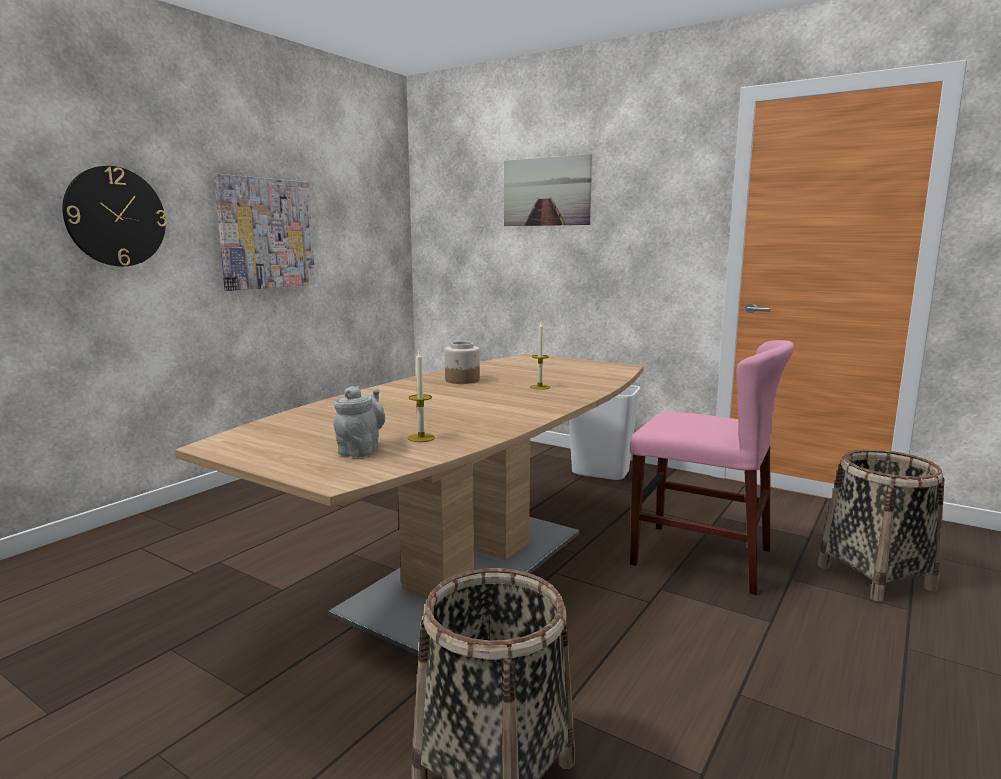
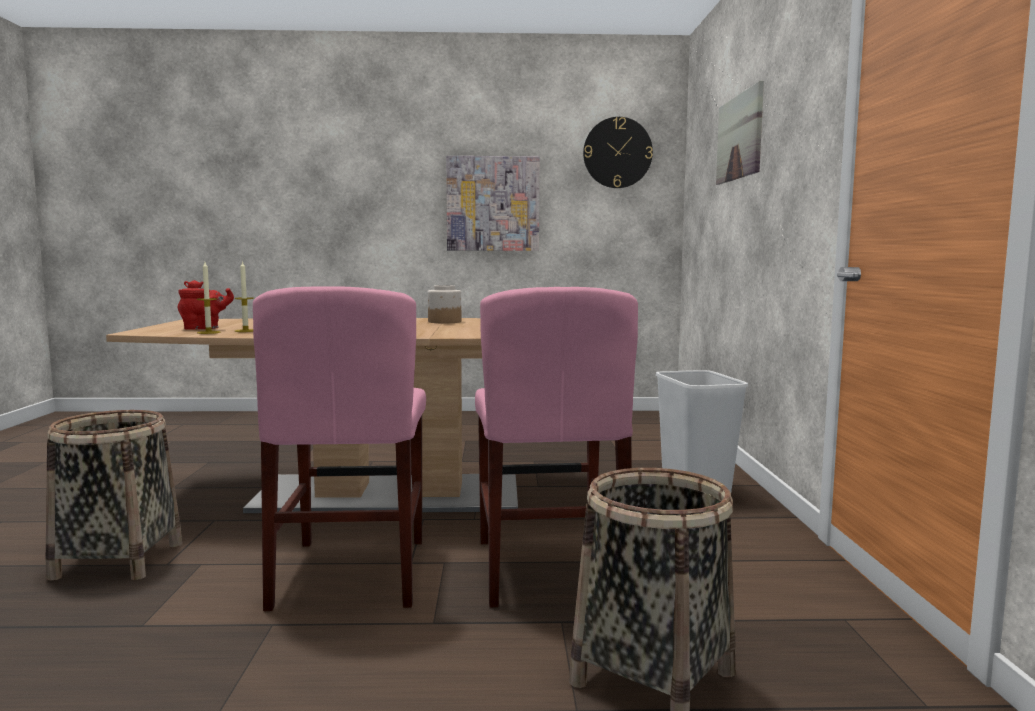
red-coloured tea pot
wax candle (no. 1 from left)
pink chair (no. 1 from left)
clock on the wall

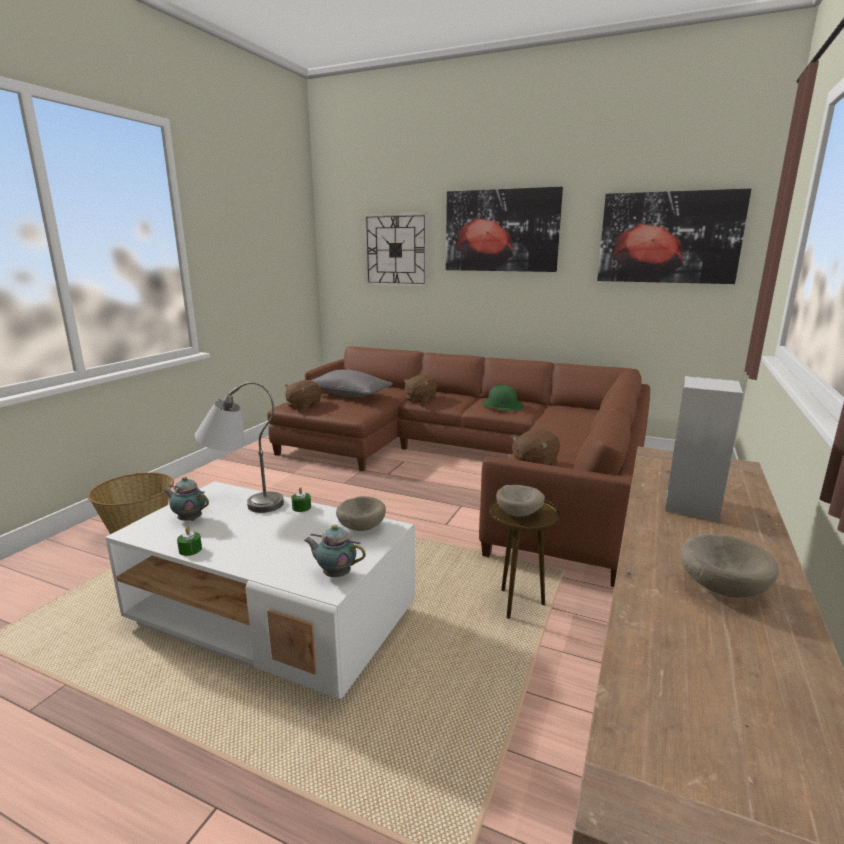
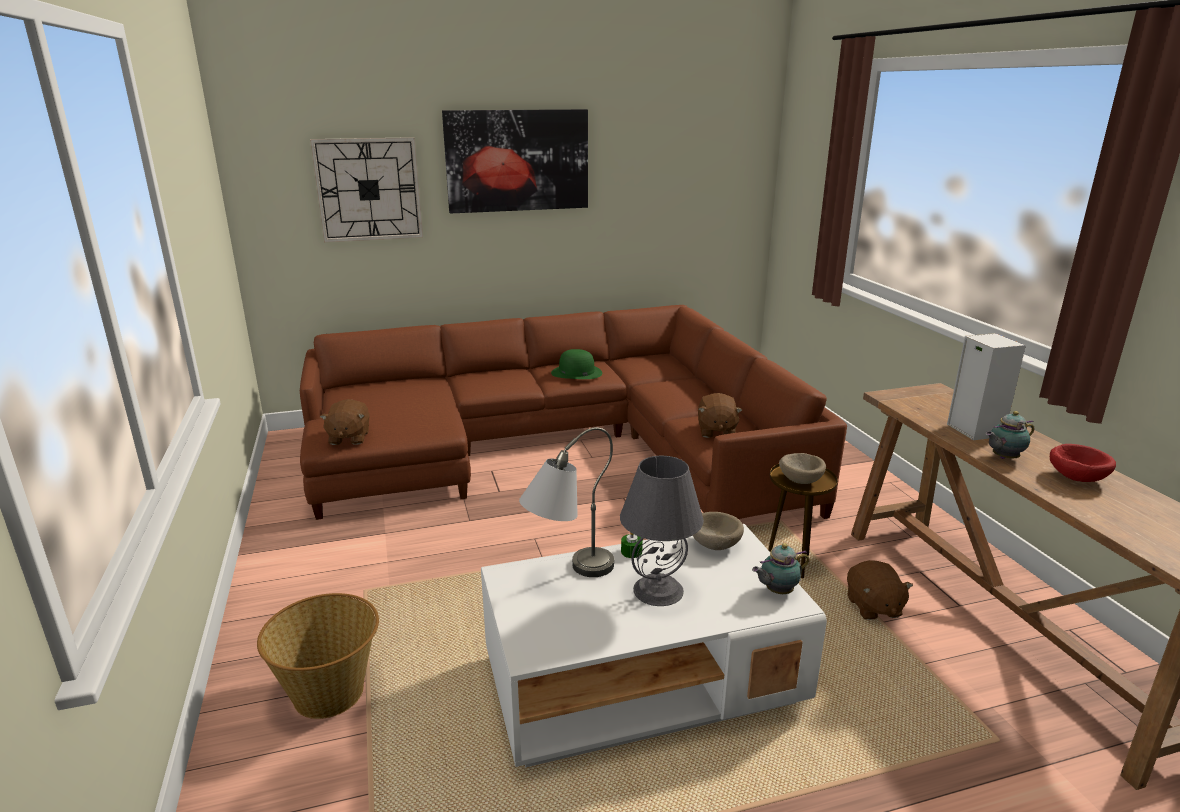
grey tabletop lamp (no. 2 from left)
brownish plush toy (no. 3 from left)
tea pot (no. 2 from left)
red-coloured serving bowl
greenish wax candle (no. 1 from left in the first image)
grey throw pillow
wall picture (no. 2 from left in the first image)

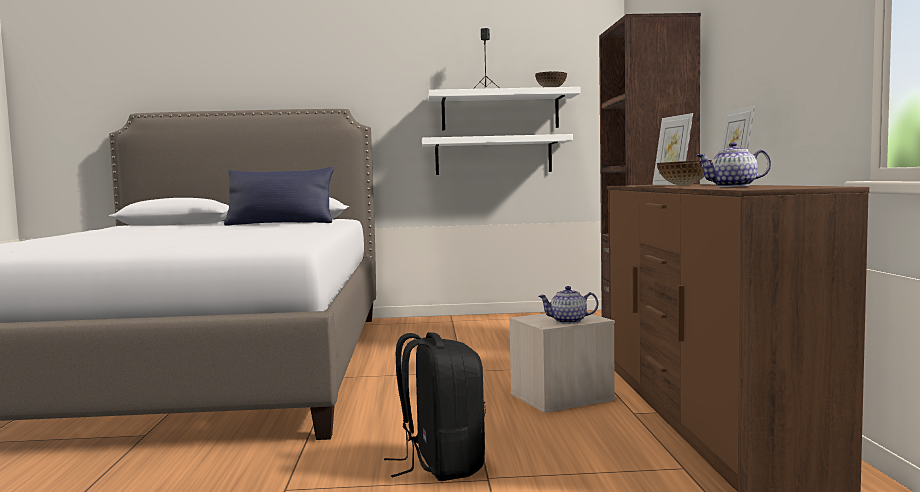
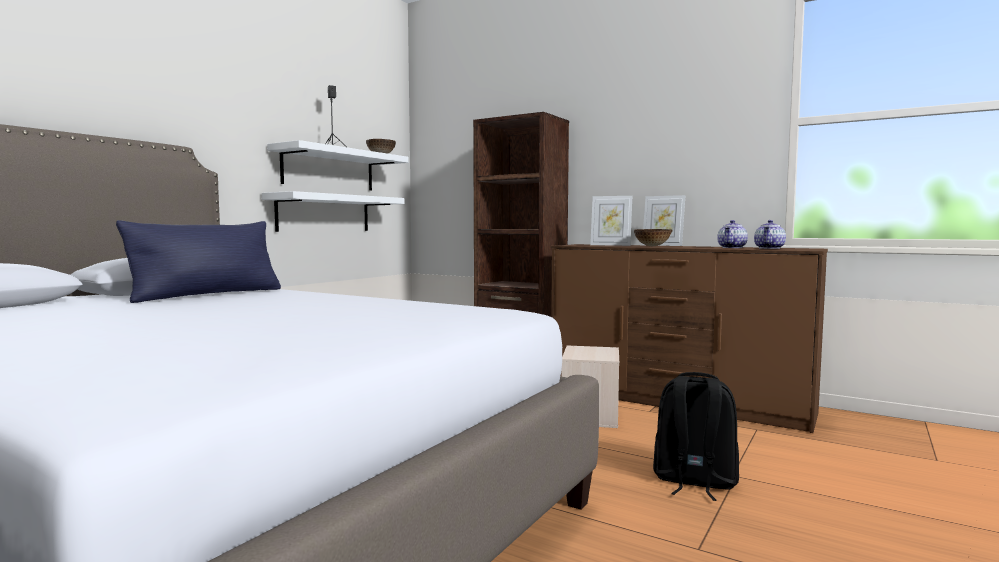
tea pot (no. 2 from left)

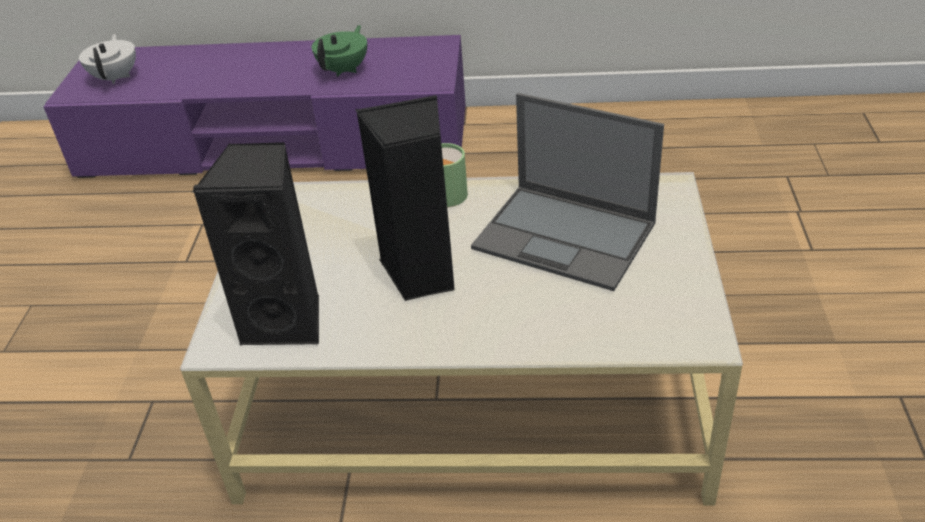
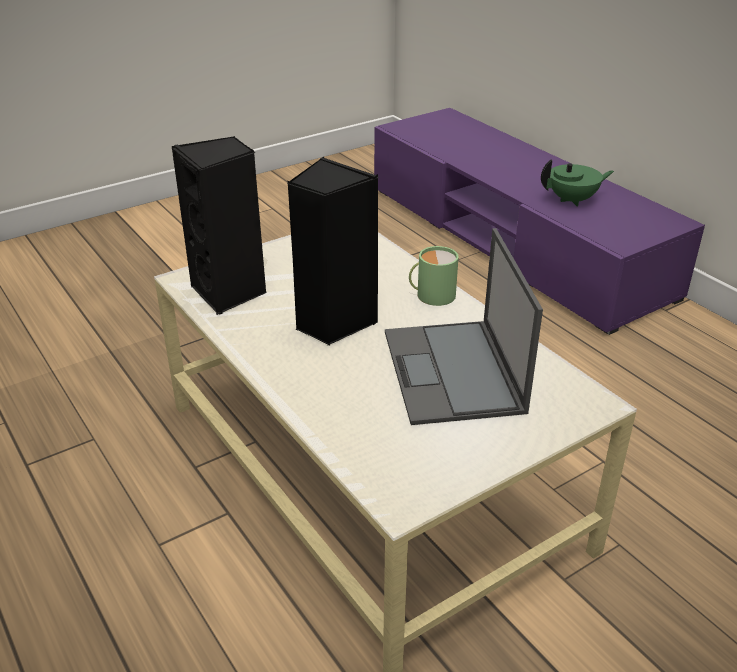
white-coloured tea pot

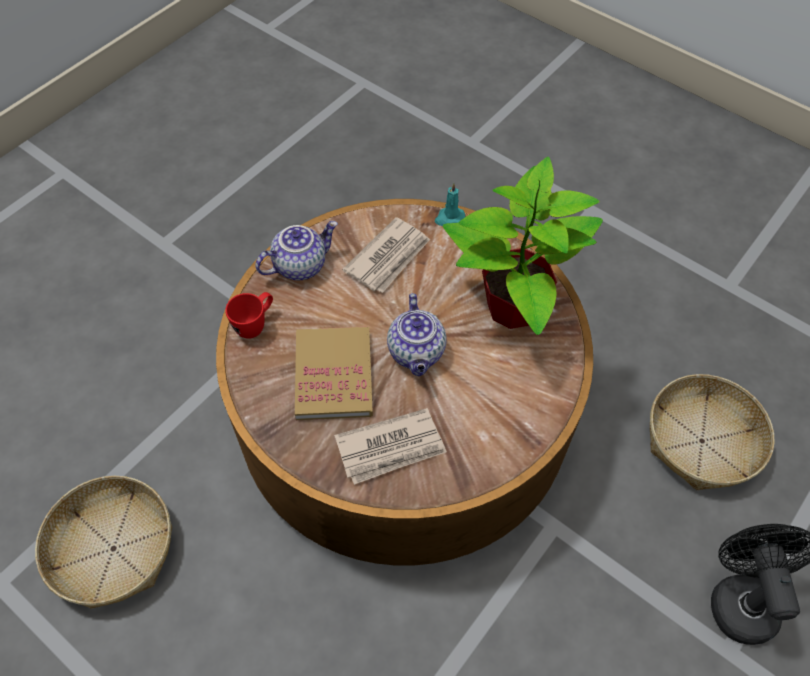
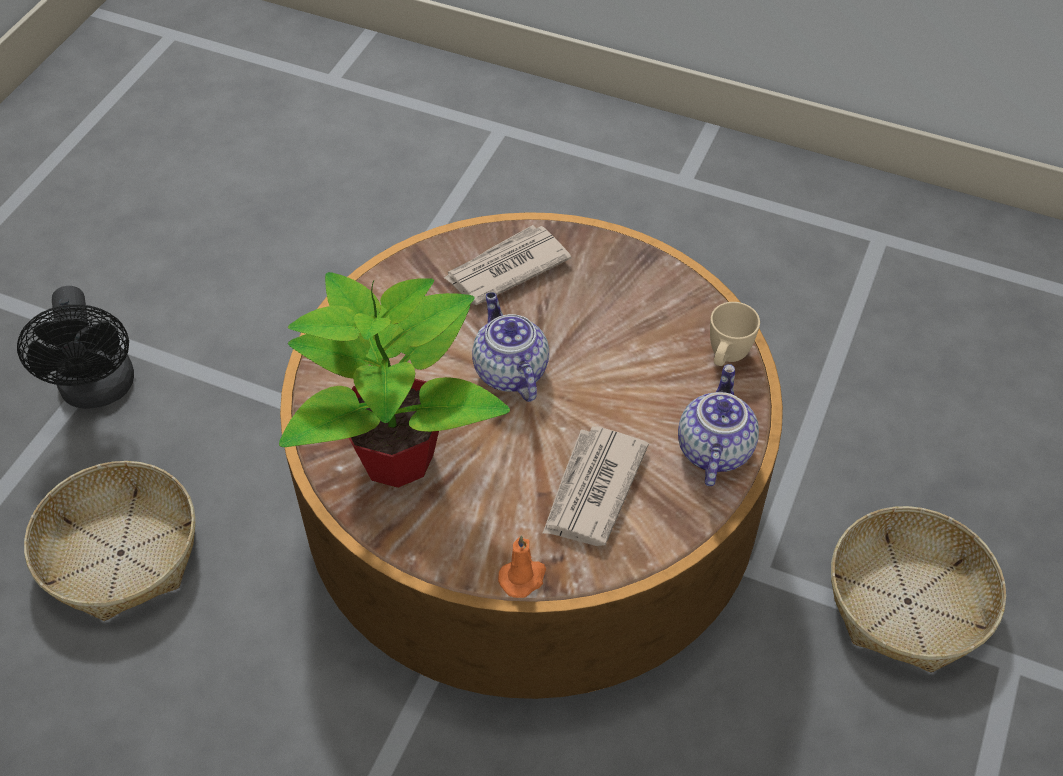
orange wax candle
tea pot (no. 2 from left)
beige-coloured mug
storage basket (no. 2 from left)
bound book

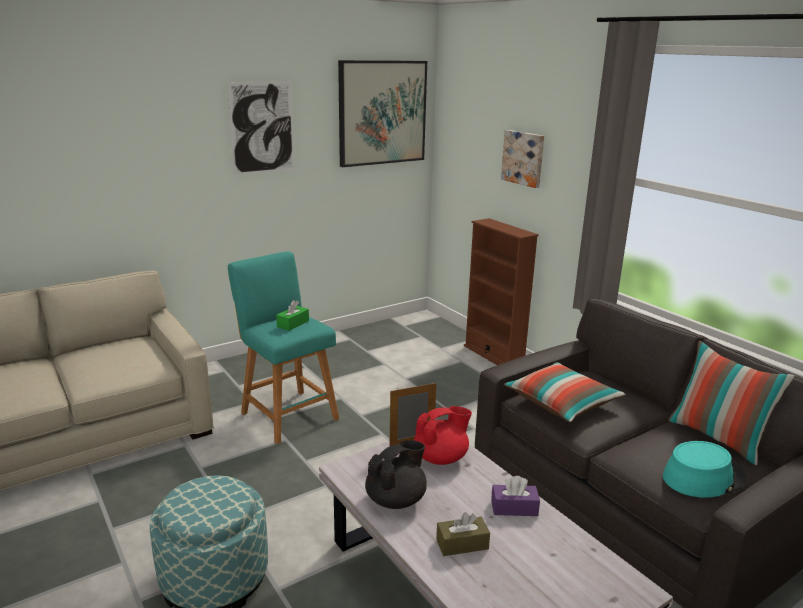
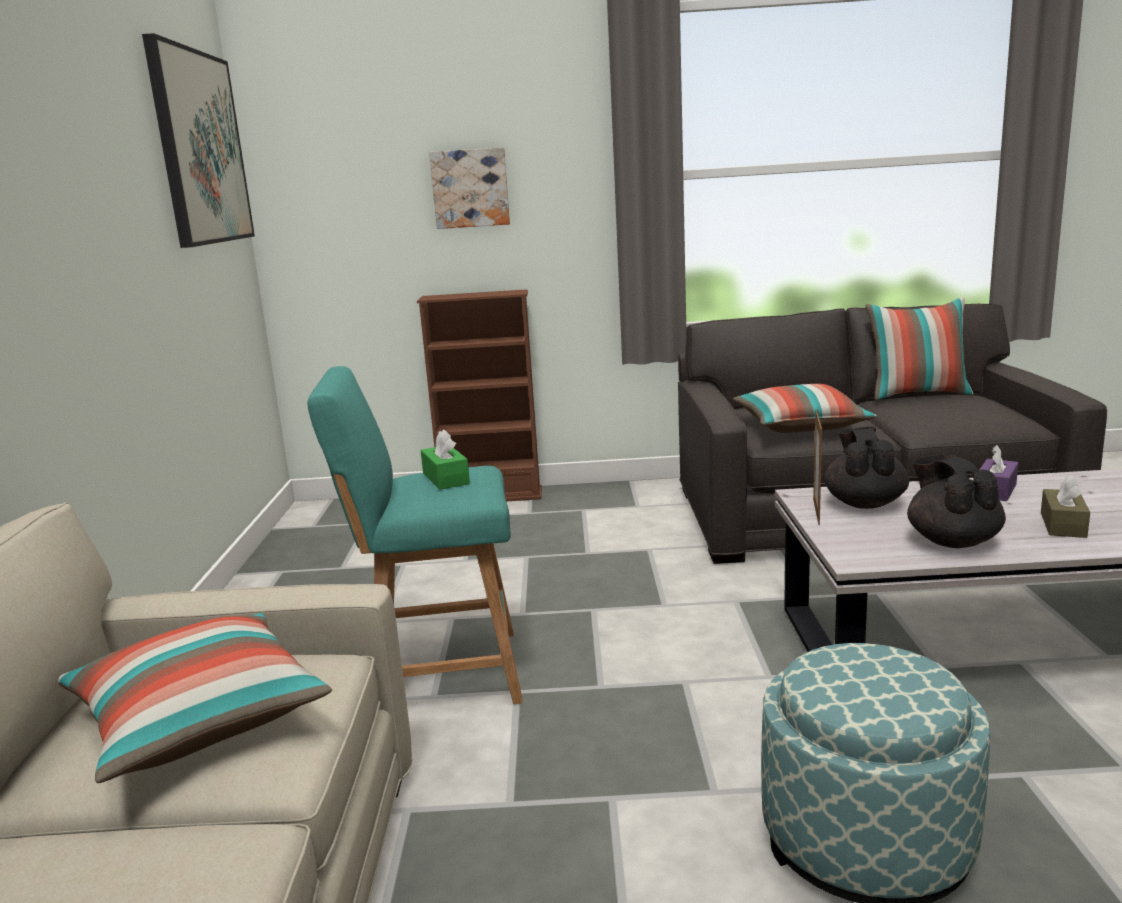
throw pillow (no. 1 from left)
black-coloured tea pot (no. 1 from left)
wall picture (no. 1 from left in the first image)
turquoise hat

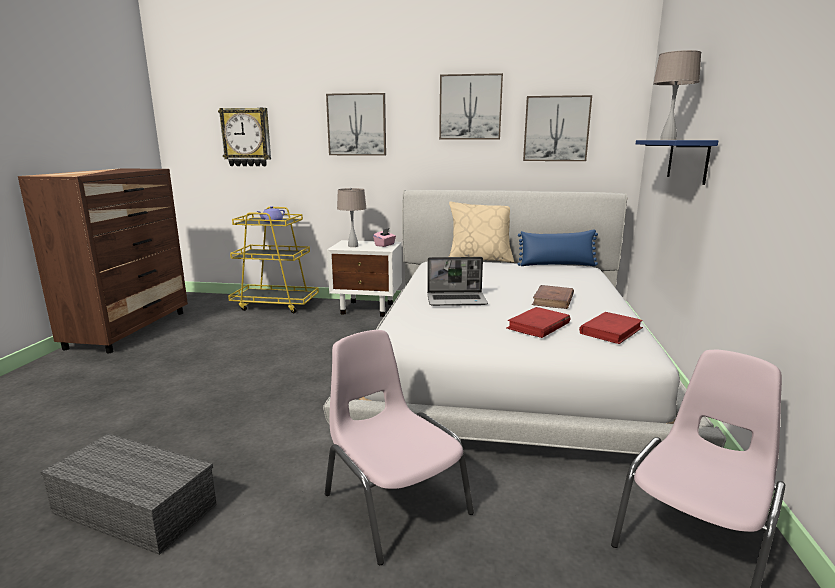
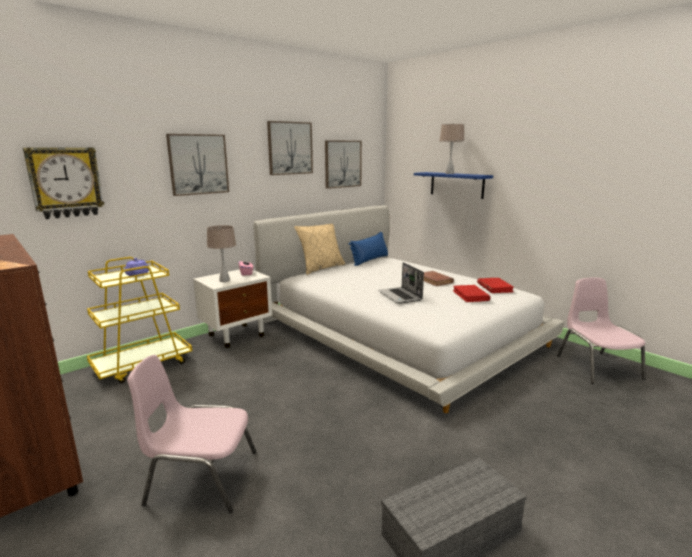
pink chair (no. 1 from left)
portable computer

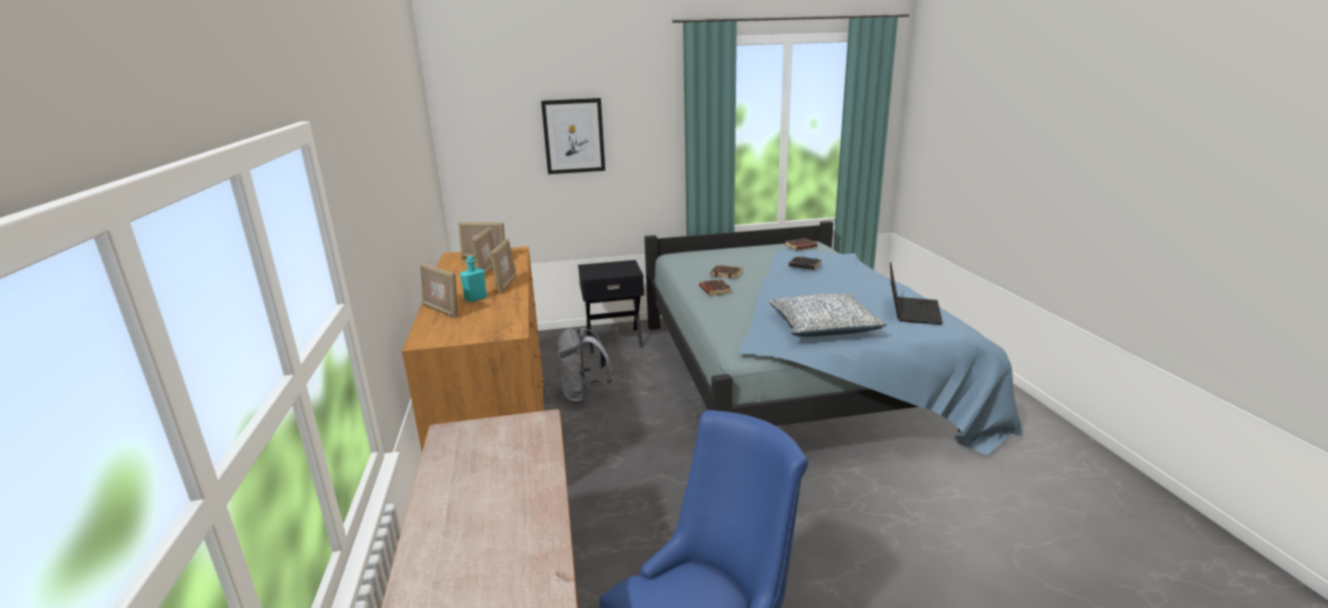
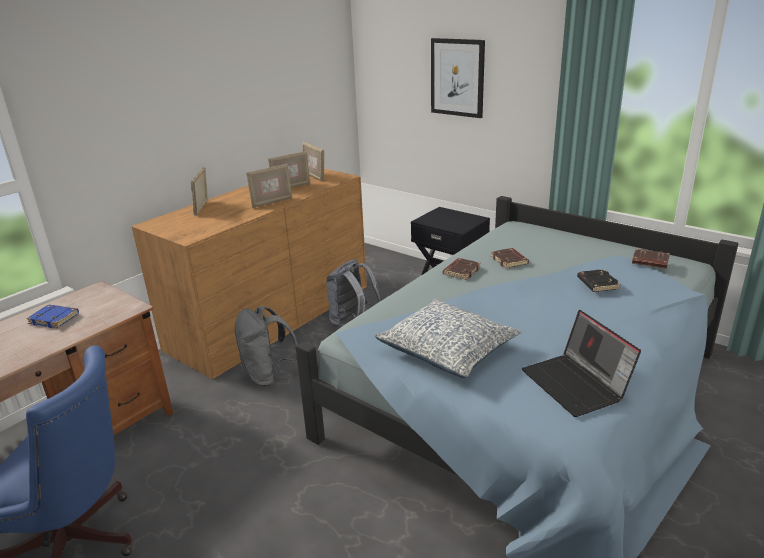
blue bound book
grey backpack (no. 1 from left)
portable computer
turquoise bottle

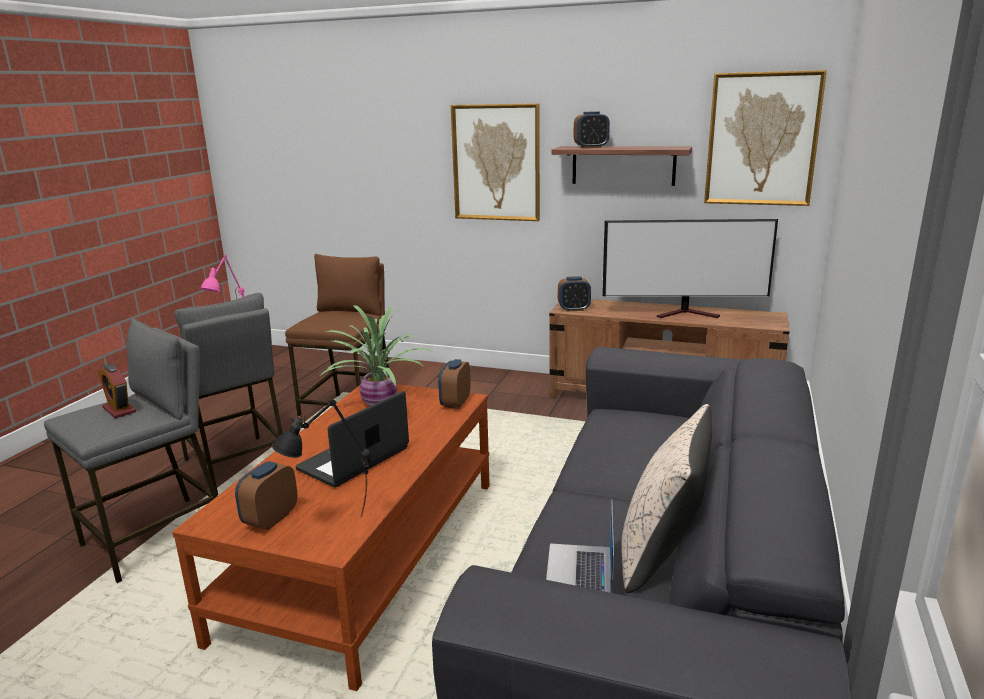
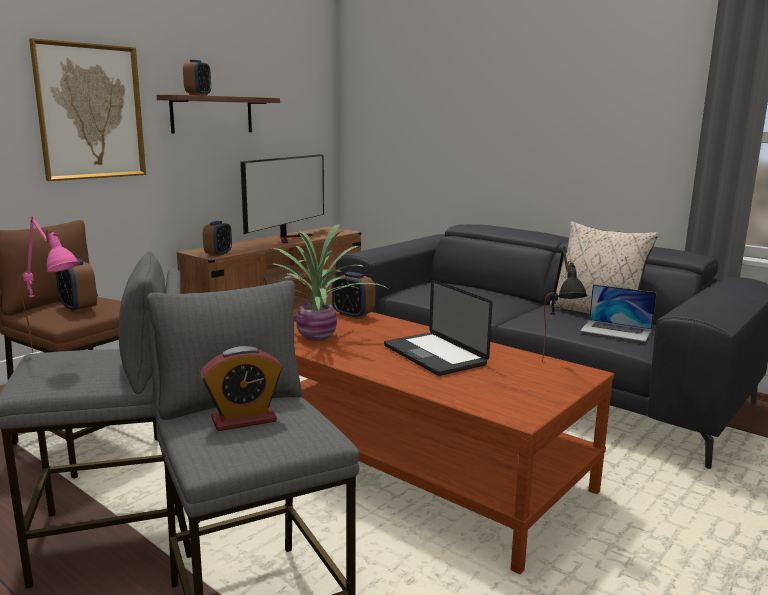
table clock (no. 1 from left)
wall picture (no. 2 from left in the first image)

